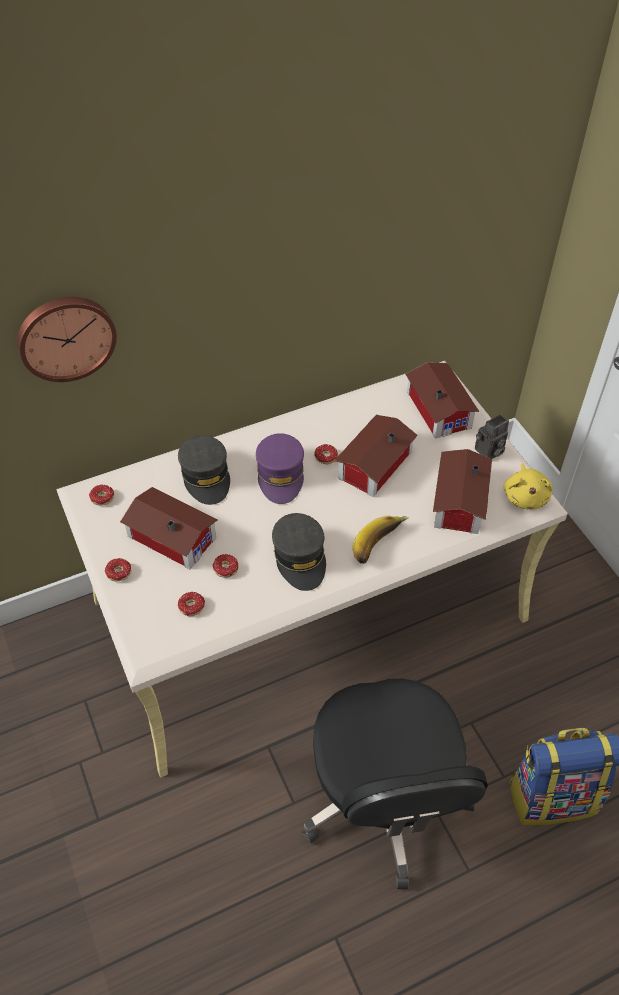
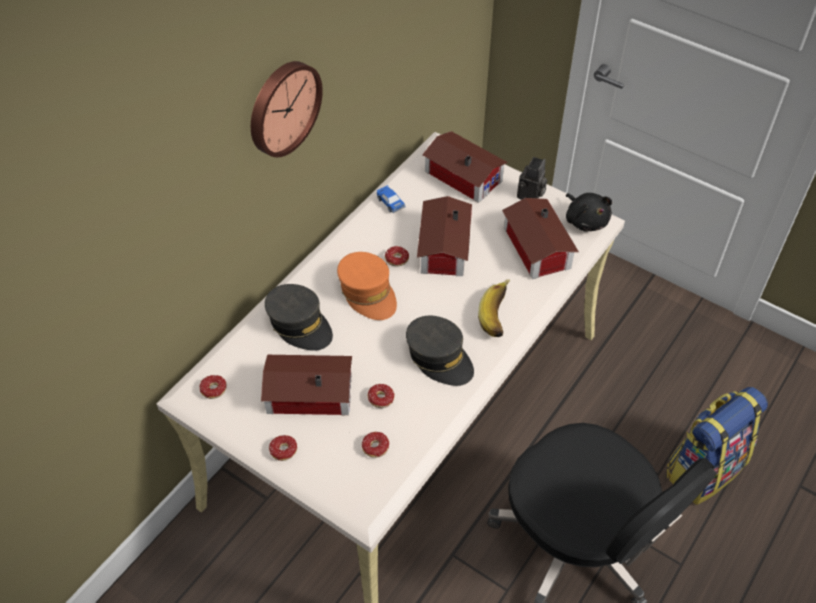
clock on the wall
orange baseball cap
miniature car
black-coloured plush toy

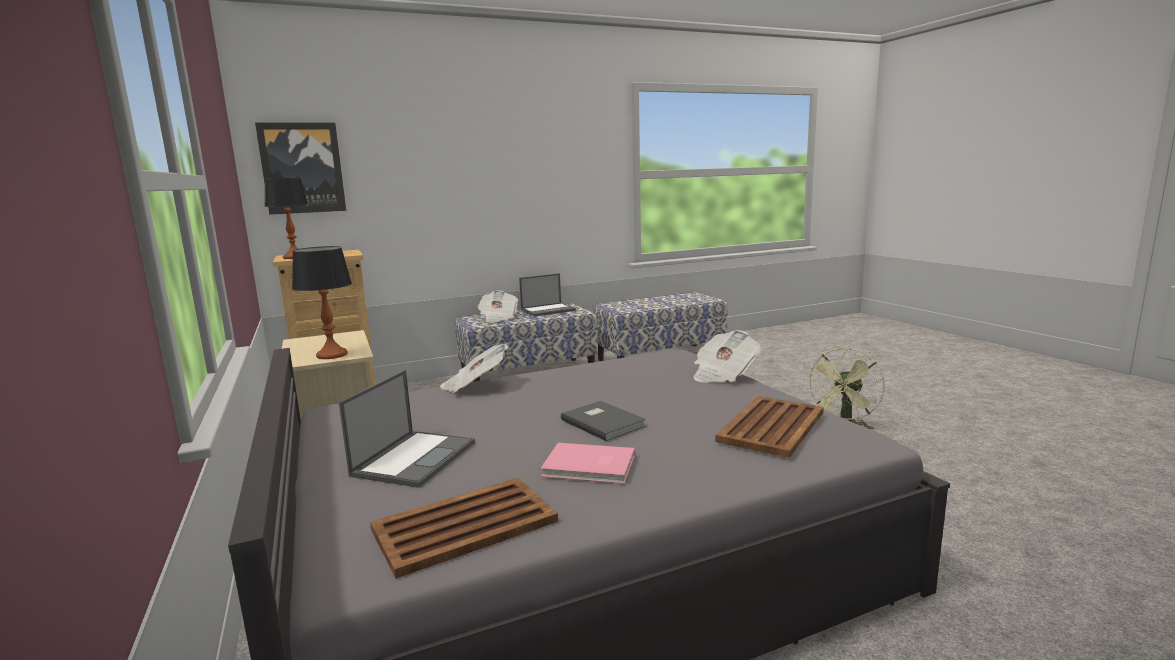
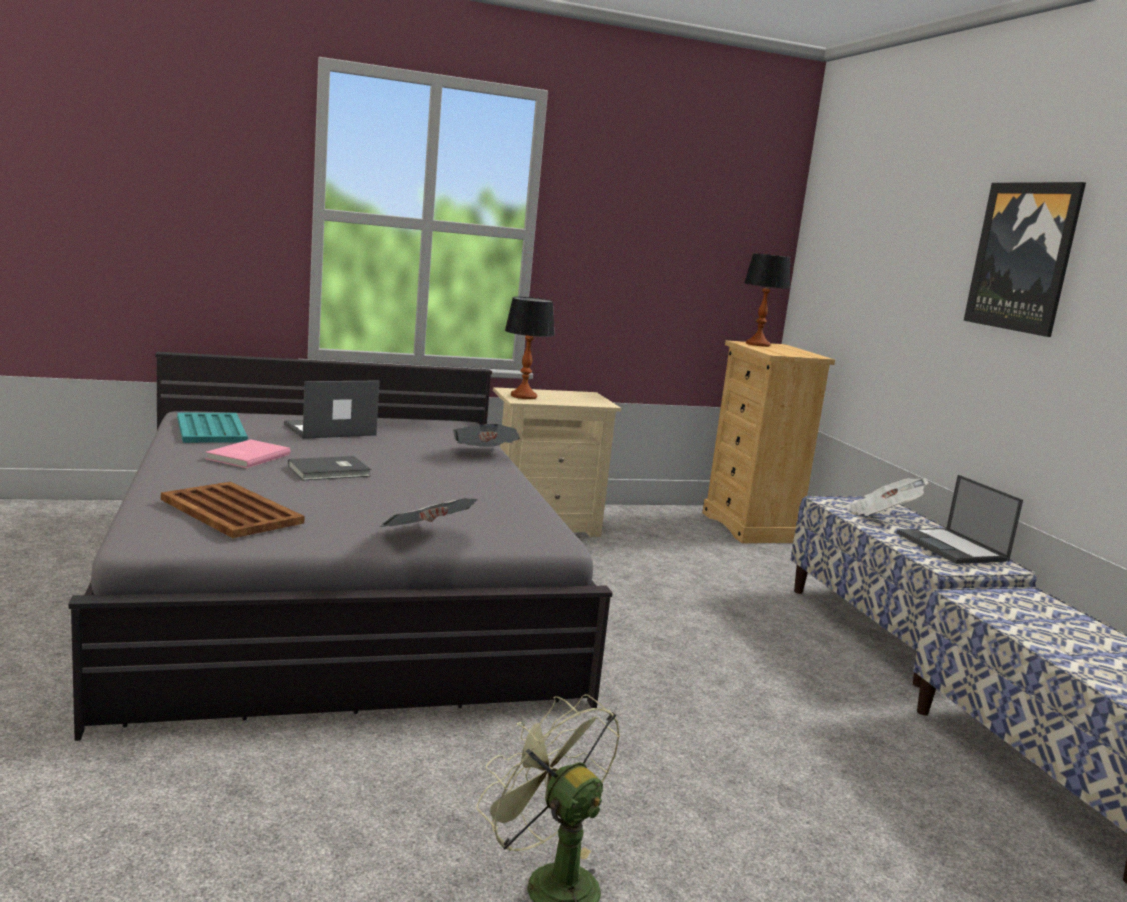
turquoise serving tray
portable computer (no. 1 from left)
wall picture

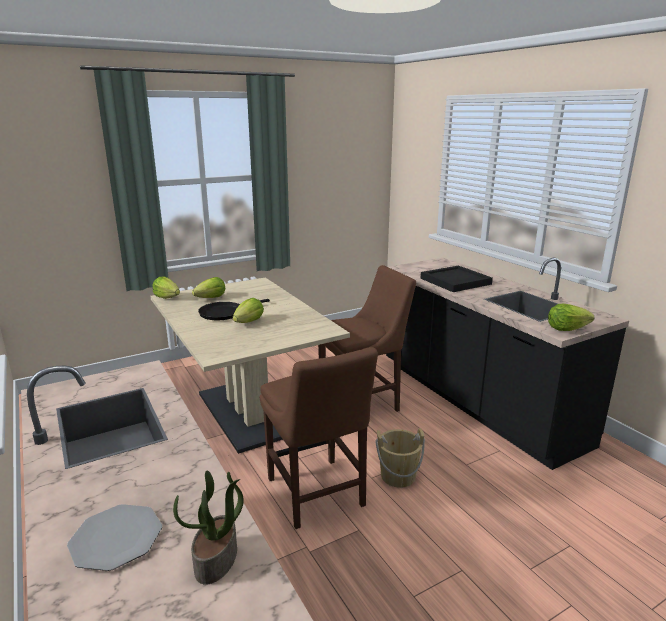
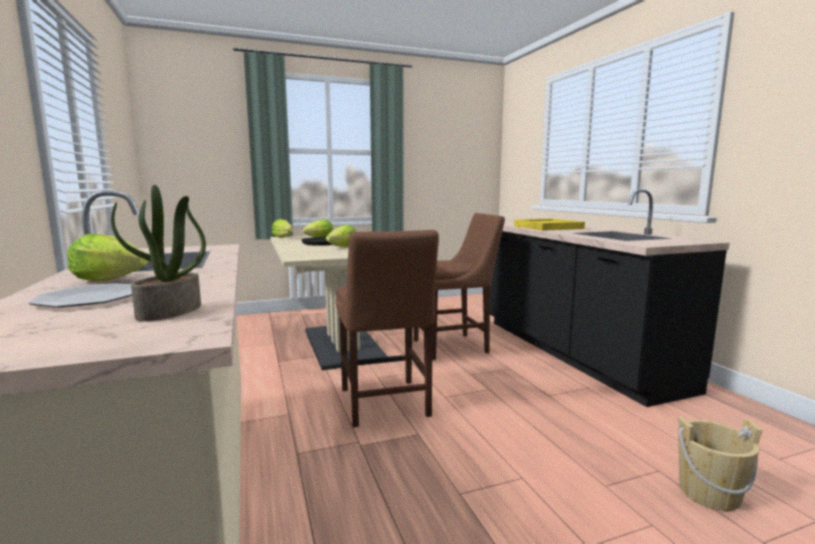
lettuce (no. 1 from left)
yellowish serving tray
beige-coloured water bucket

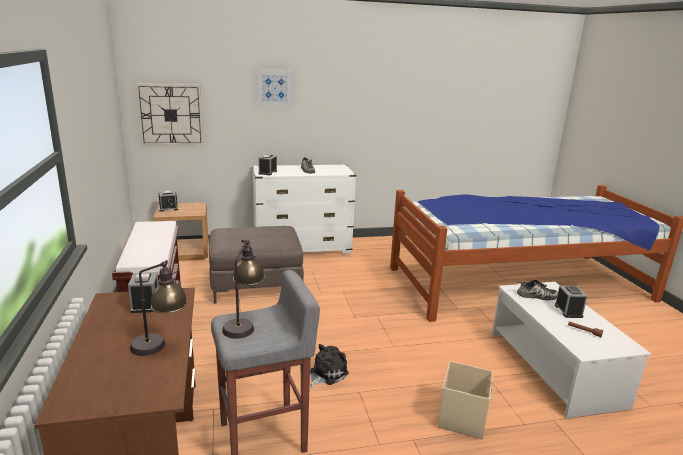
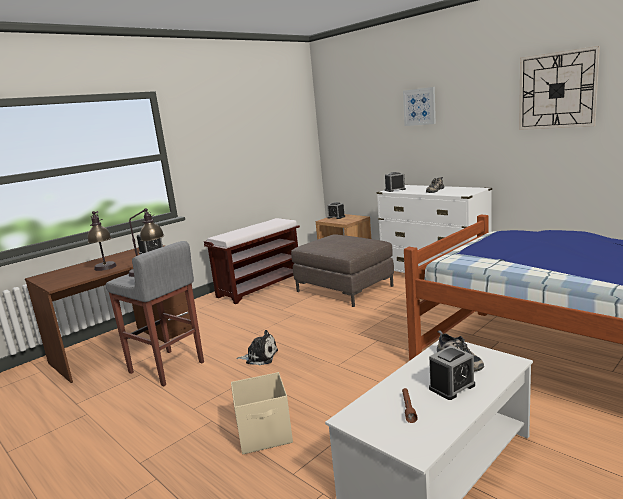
clock on the wall

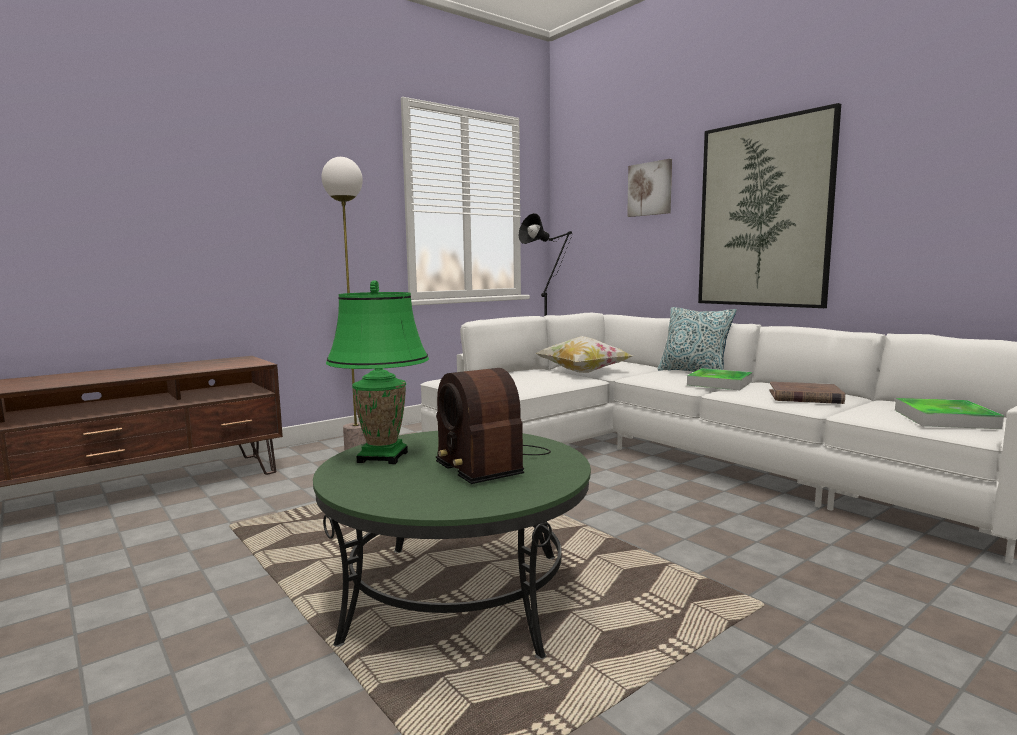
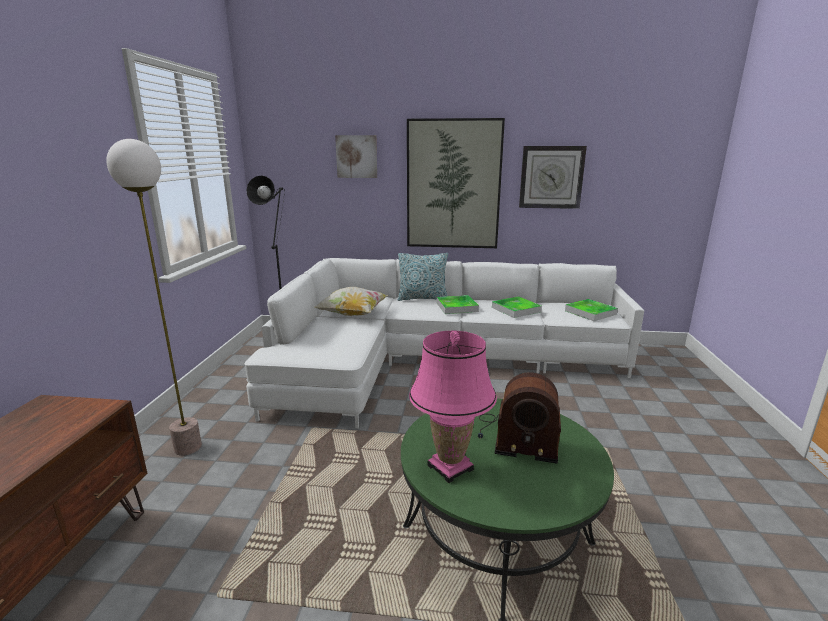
pink tabletop lamp
serving tray (no. 2 from left)
clock on the wall

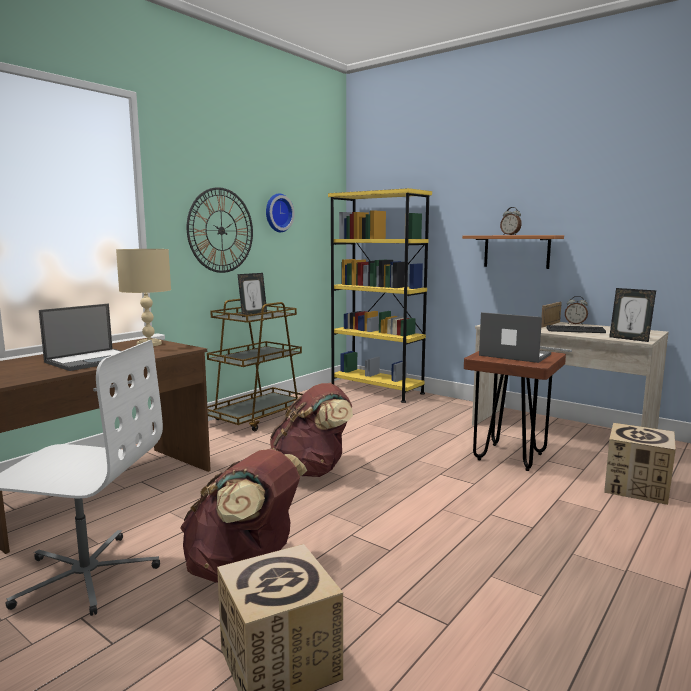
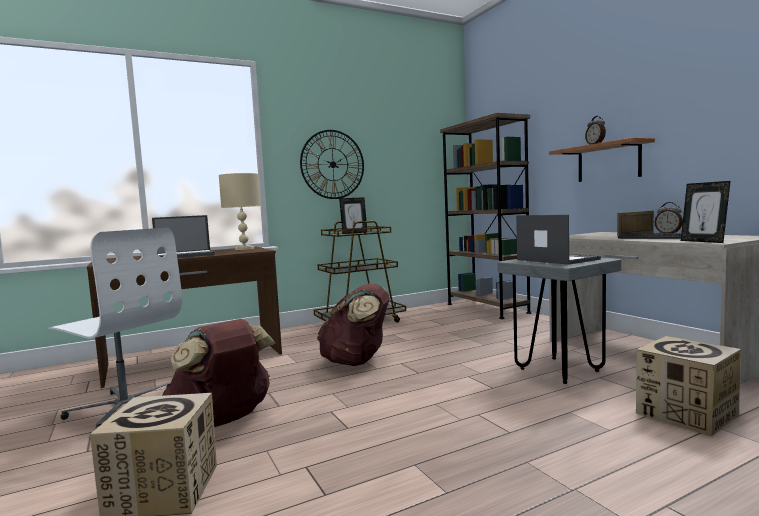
brownish bookshelf
grey sitting stool
clock on the wall (no. 2 from left in the first image)

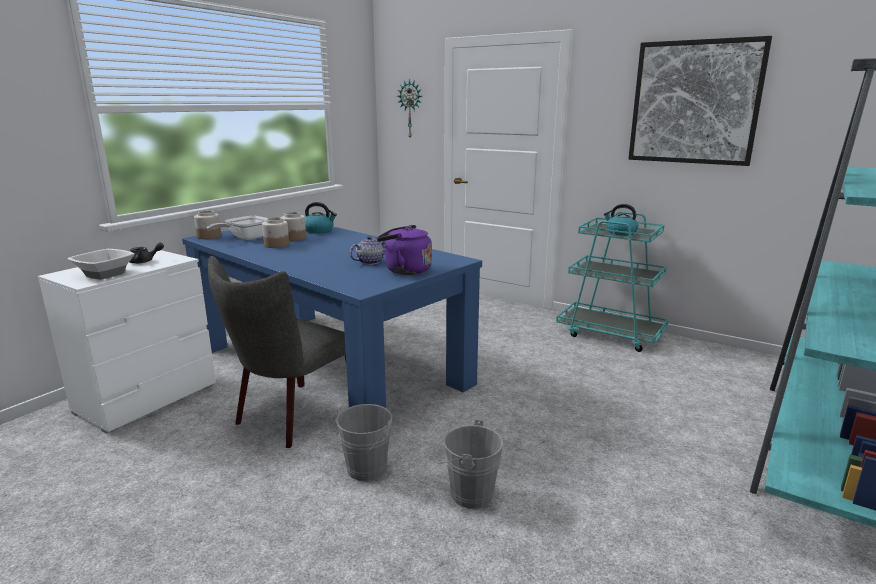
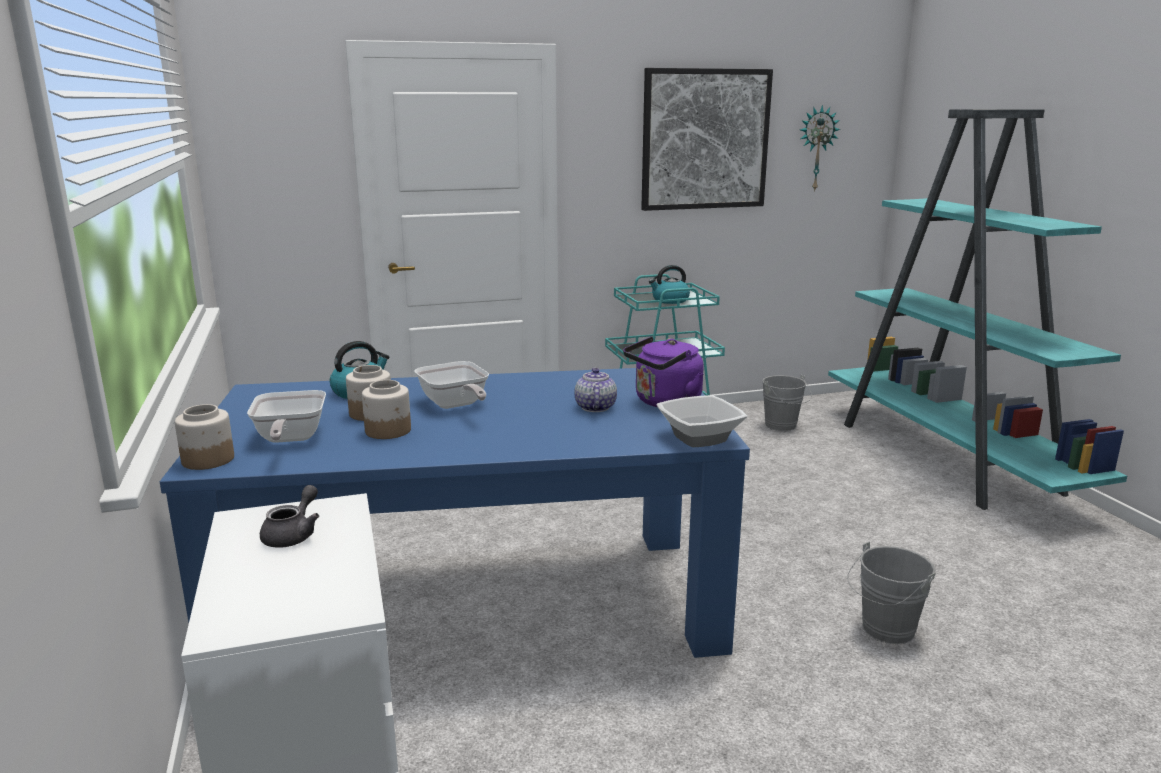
skillet (no. 2 from left)
serving bowl
grey water bucket (no. 1 from left)
clock on the wall
grey chair

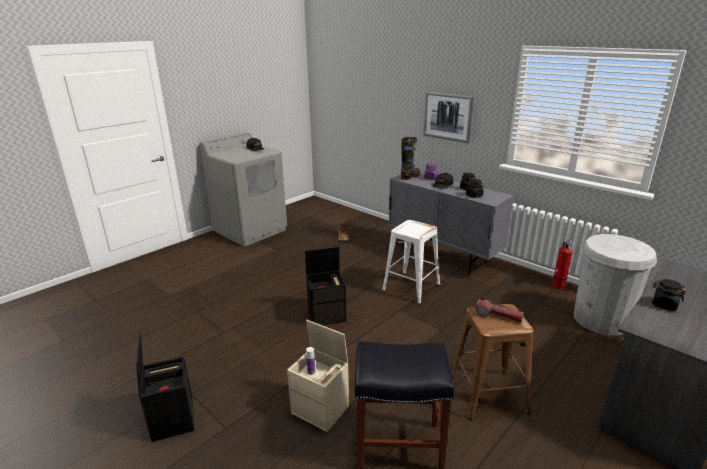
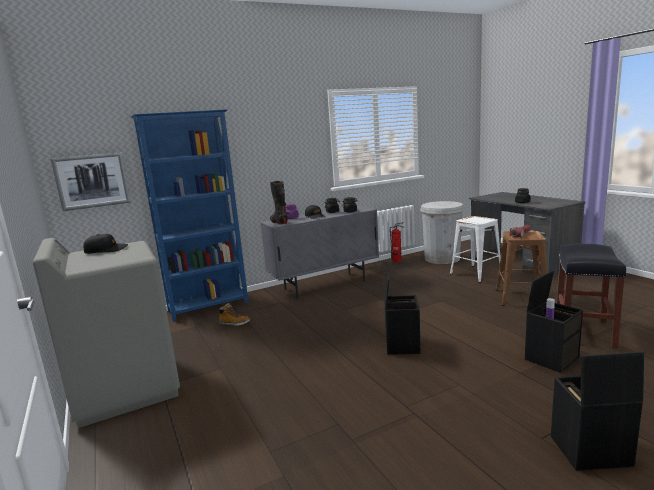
wall picture
blue bookshelf
white-coloured sitting stool
black-coloured storage box (no. 2 from left)

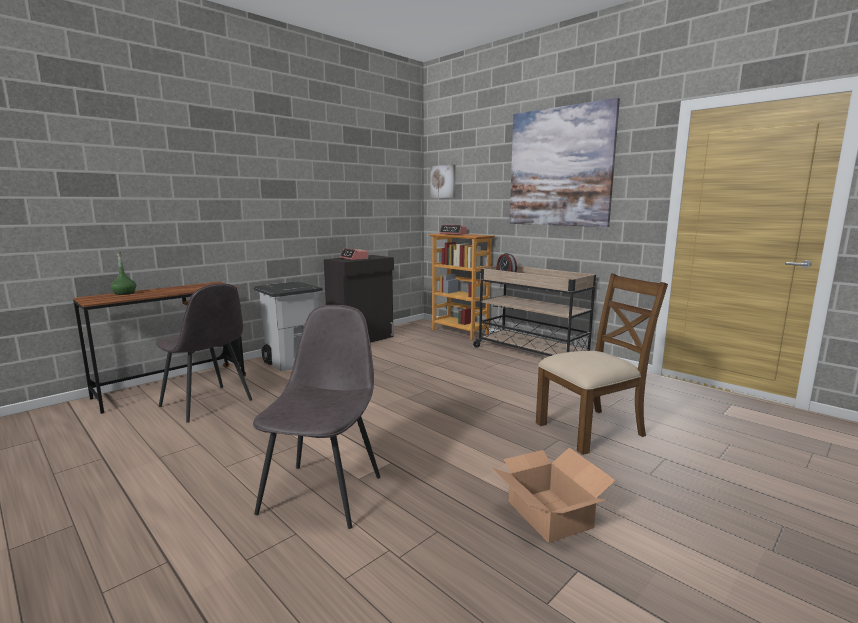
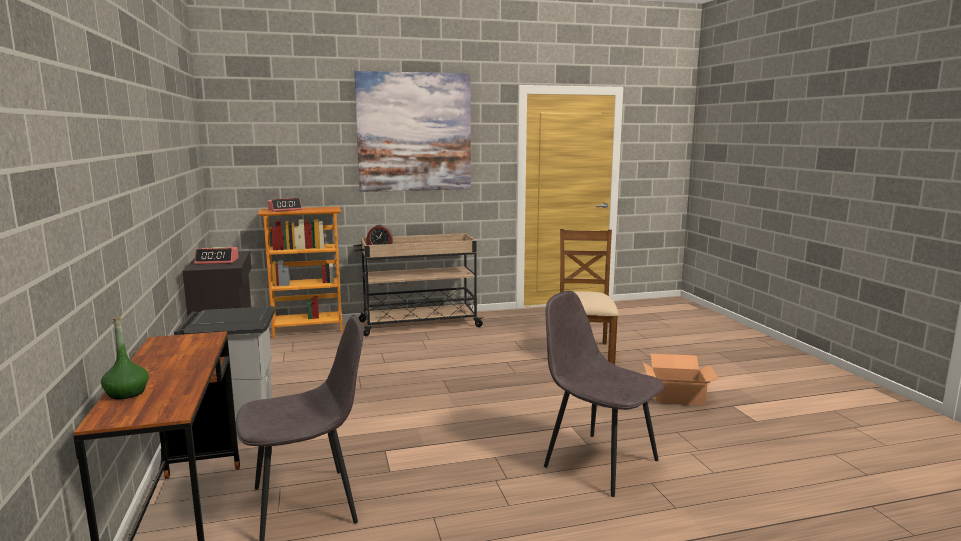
wall picture (no. 1 from left in the first image)

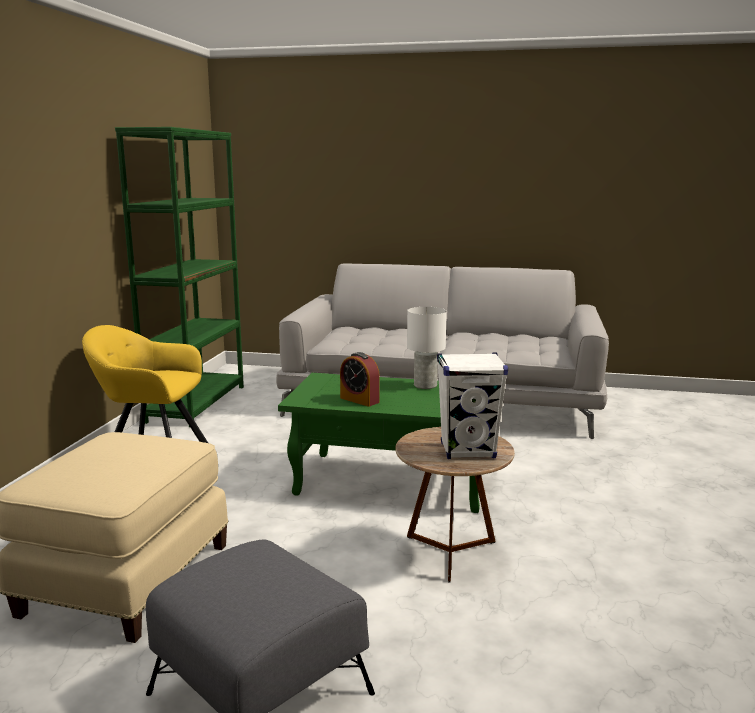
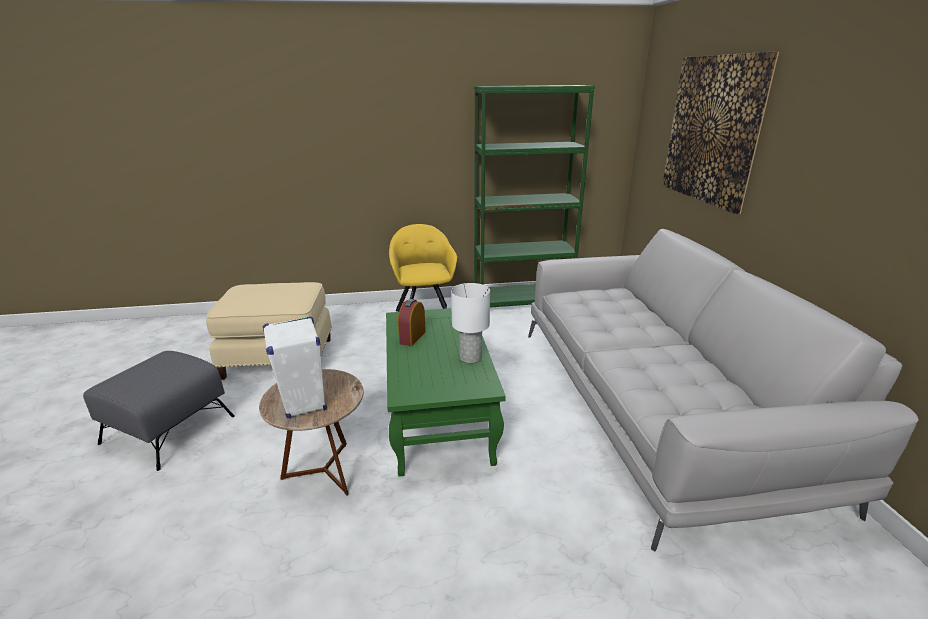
wall picture

